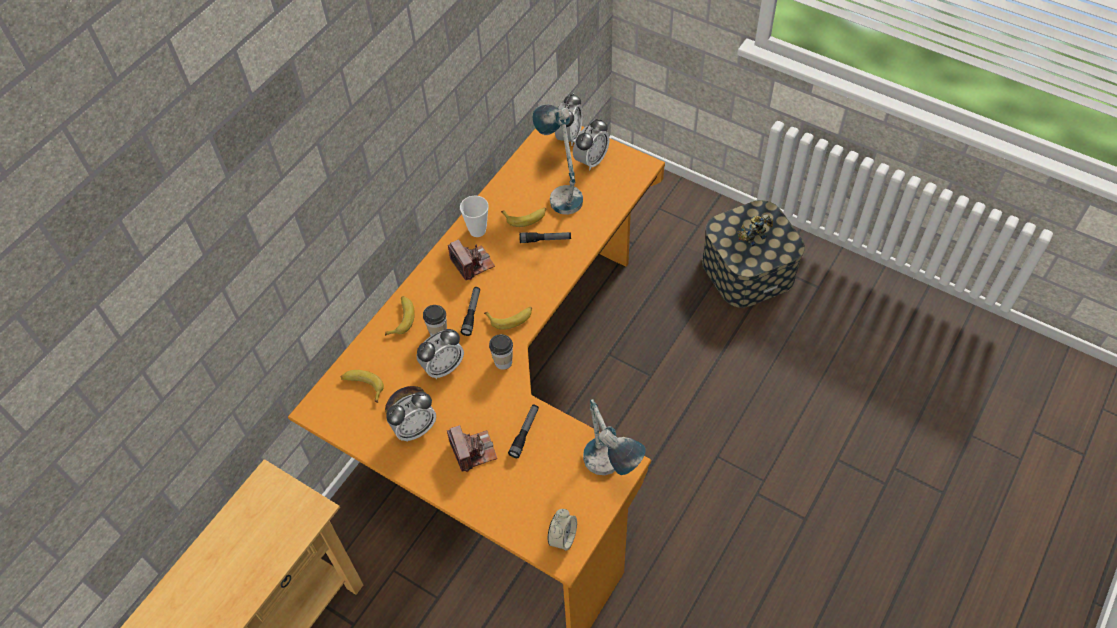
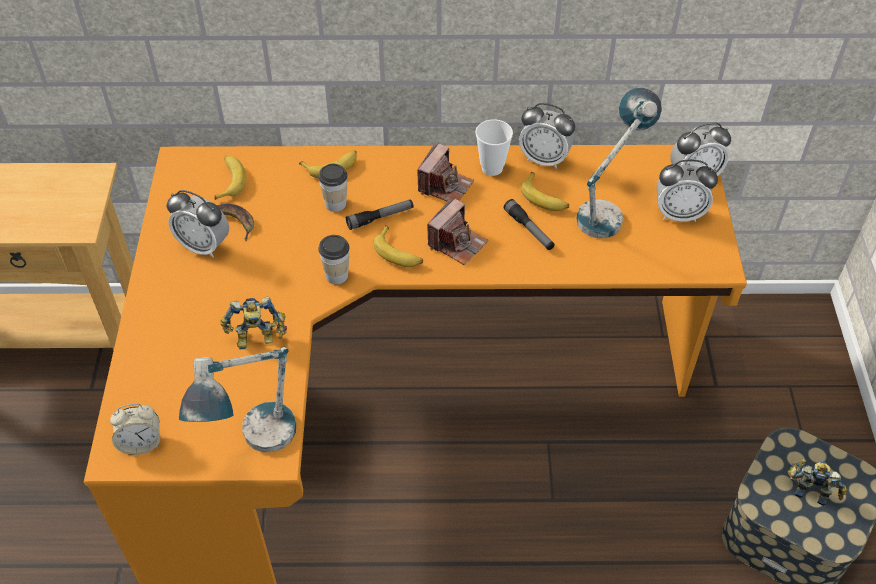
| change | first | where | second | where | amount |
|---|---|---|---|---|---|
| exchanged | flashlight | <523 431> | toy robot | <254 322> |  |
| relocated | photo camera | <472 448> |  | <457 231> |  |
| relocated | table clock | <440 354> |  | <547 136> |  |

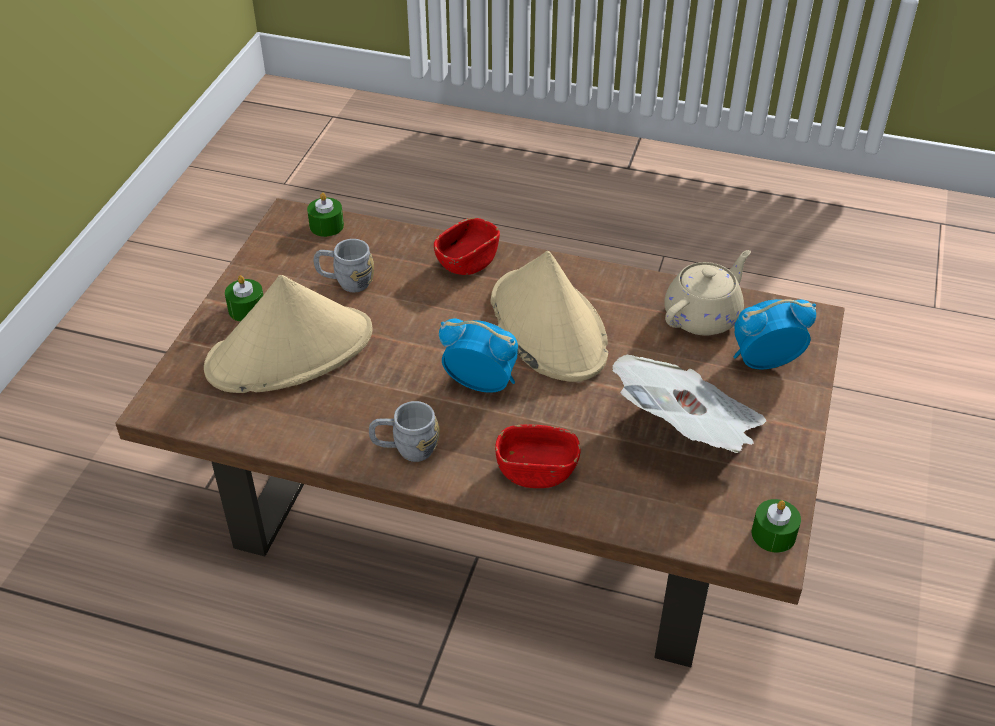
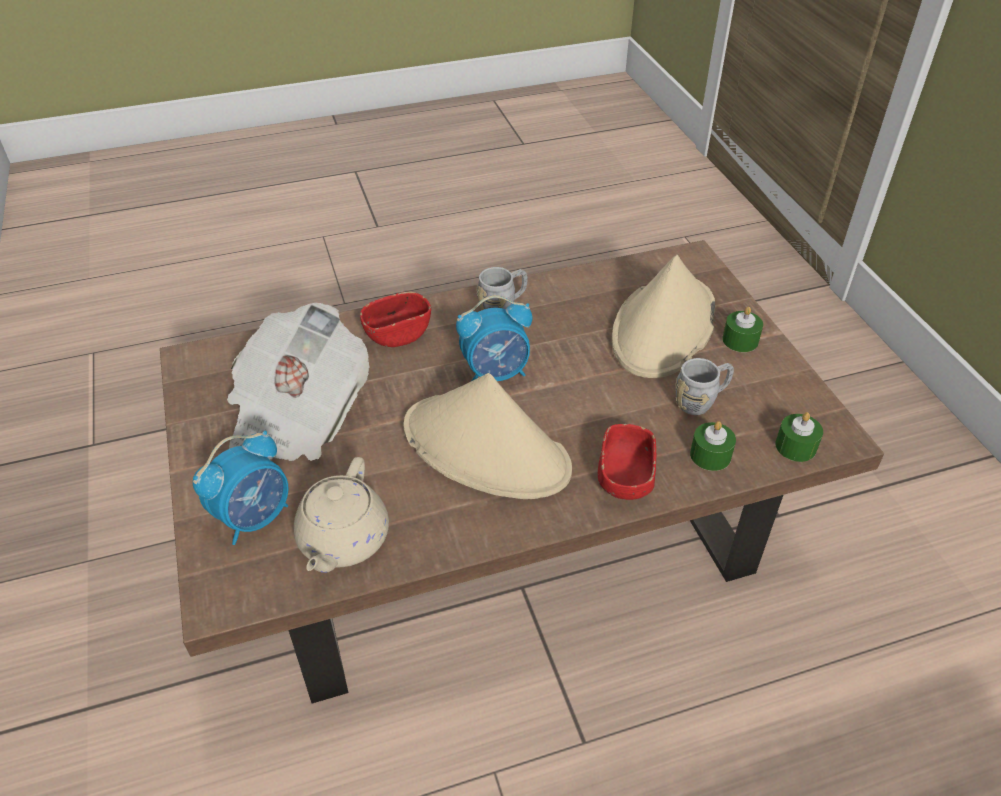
| change | first | where | second | where | amount |
|---|---|---|---|---|---|
| relocated | green wax light | <776 526> |  | <713 446> |  |

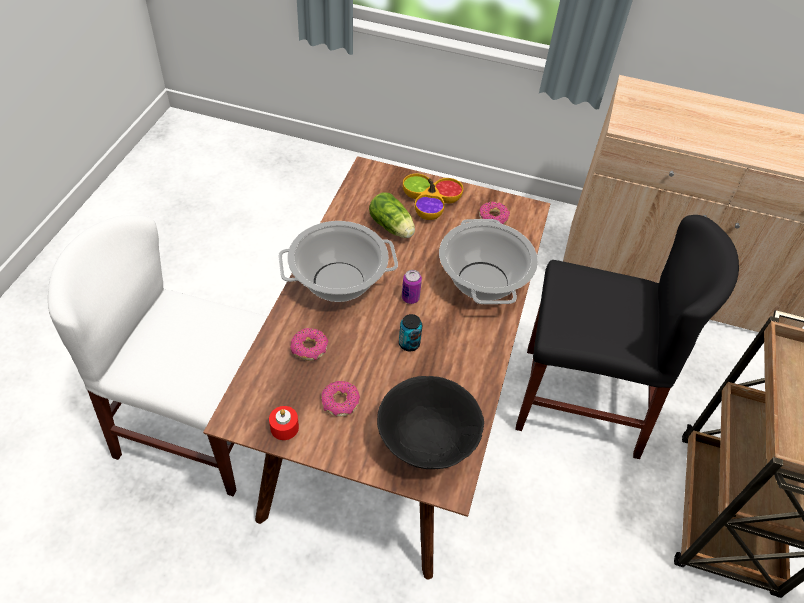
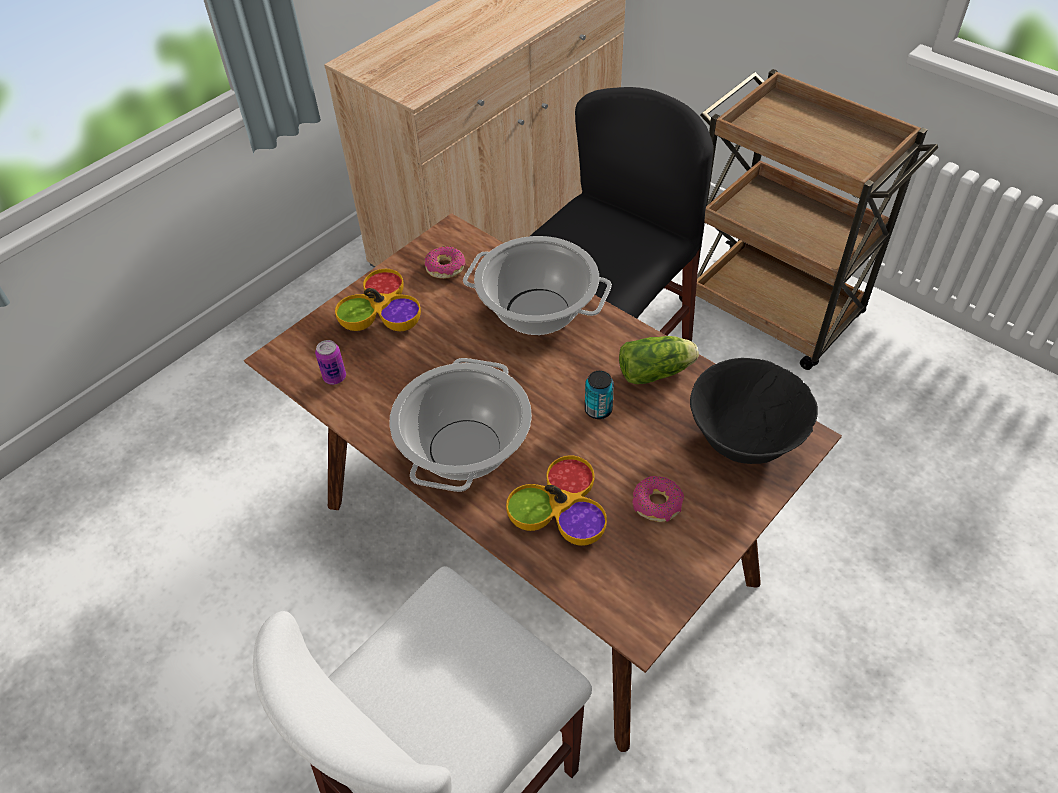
| change | first | where | second | where | amount |
|---|---|---|---|---|---|
| relocated | sealed can | <412 287> |  | <330 362> |  |
| exchanged | doughnut | <309 344> | deep dish | <556 501> |  |
| relocated | lettuce | <392 215> |  | <659 360> |  |
| missing | red wax light | <284 423> |  |  |  |

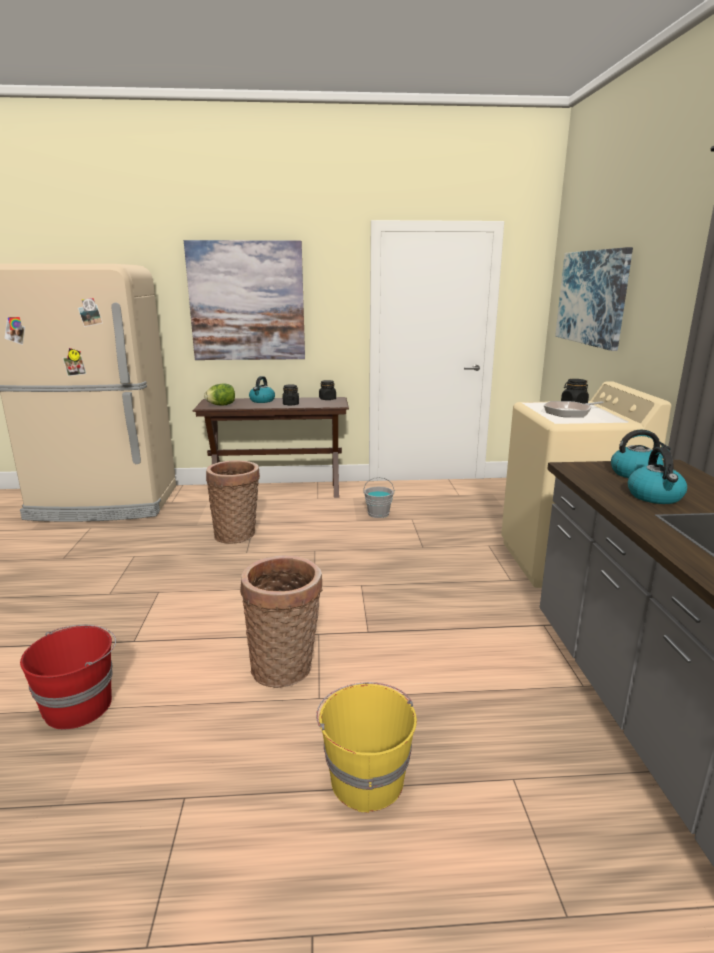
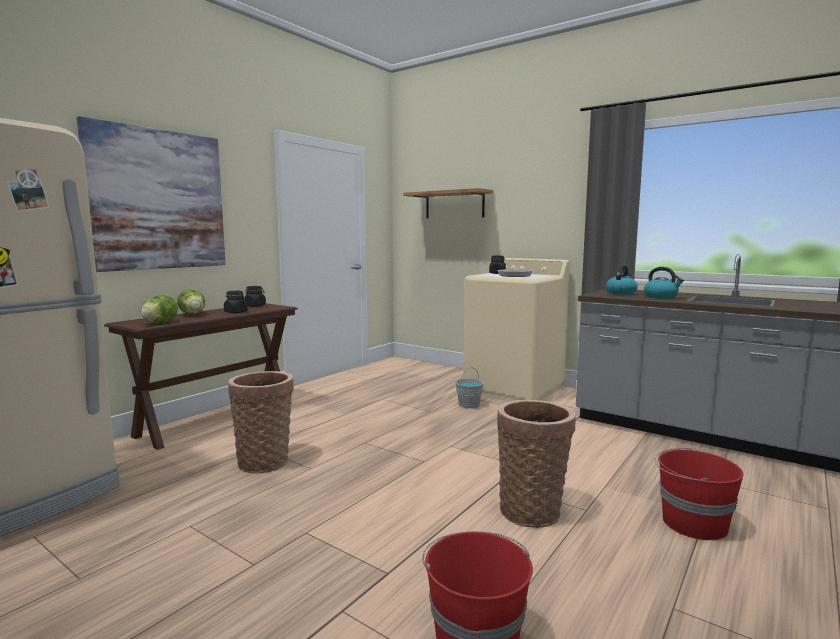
| change | first | where | second | where | amount |
|---|---|---|---|---|---|
| exchanged | kettle | <262 389> | lettuce | <191 302> |  |
| exchanged | picture | <594 299> | bracket shelf | <448 203> |  |
| relocated | gray water bucket | <379 497> |  | <469 387> |  |
| colour | yellow water bucket | <366 747> | red water bucket | <699 494> |  |

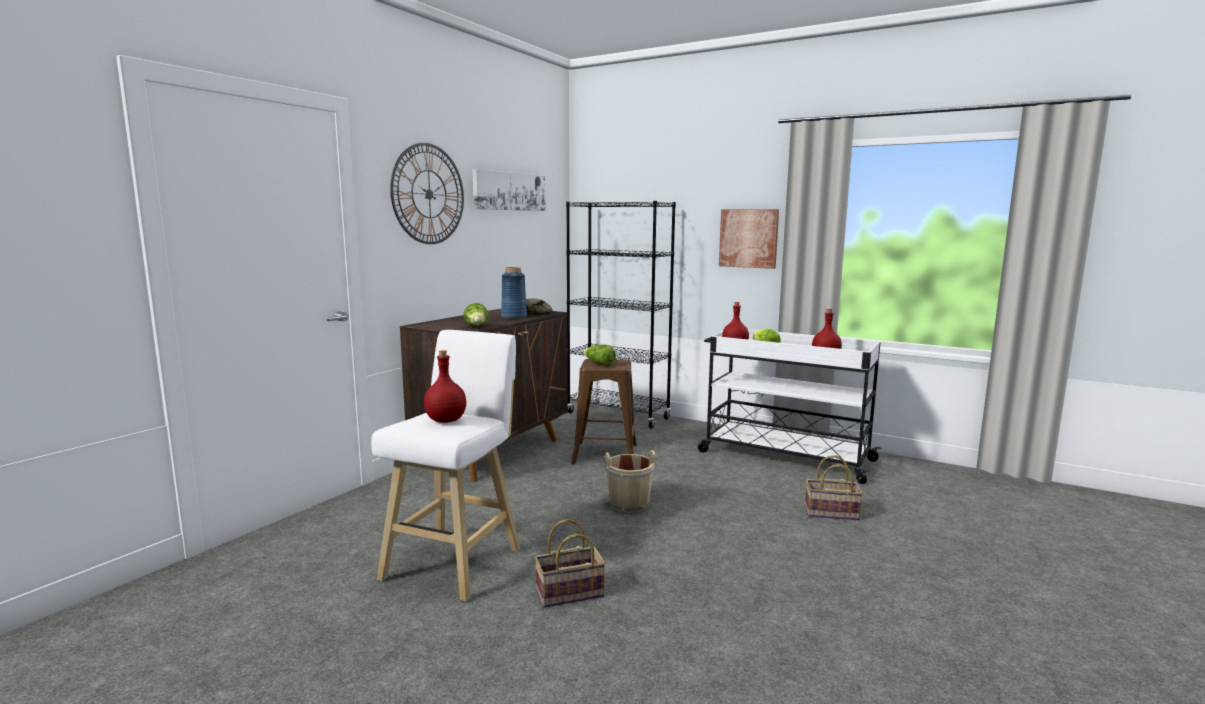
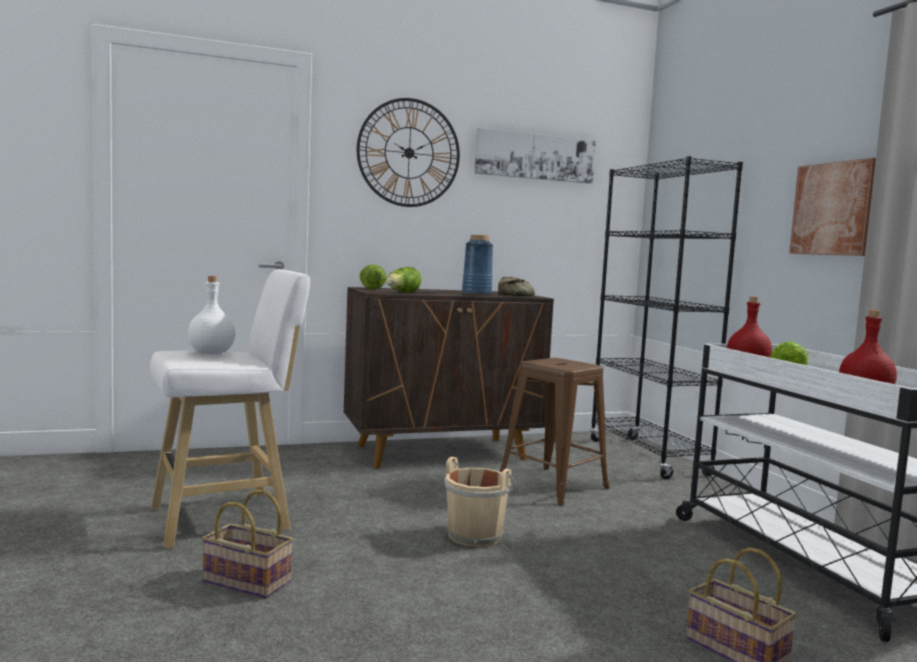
| change | first | where | second | where | amount |
|---|---|---|---|---|---|
| colour | red beverage bottle | <445 386> | whitish beverage bottle | <211 315> |  |
| relocated | lettuce | <599 355> |  | <372 277> |  |

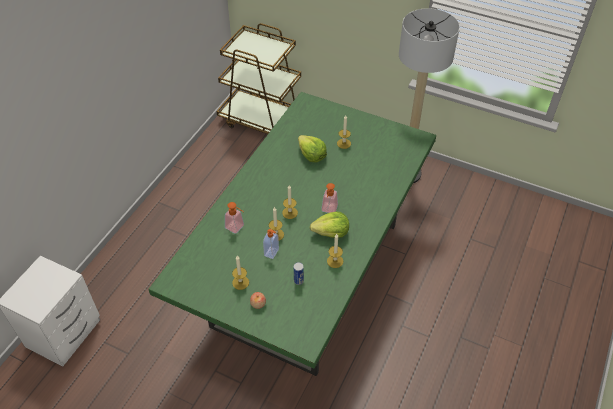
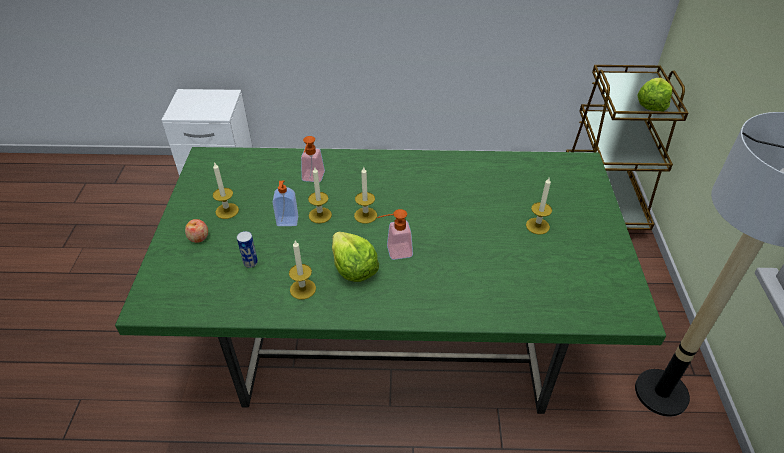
| change | first | where | second | where | amount |
|---|---|---|---|---|---|
| relocated | lettuce | <312 148> |  | <654 95> |  |

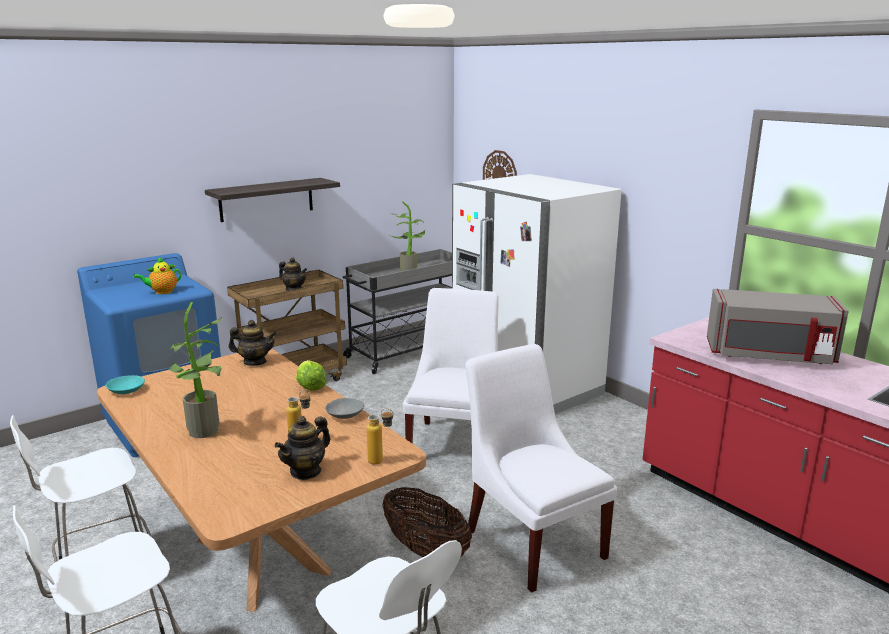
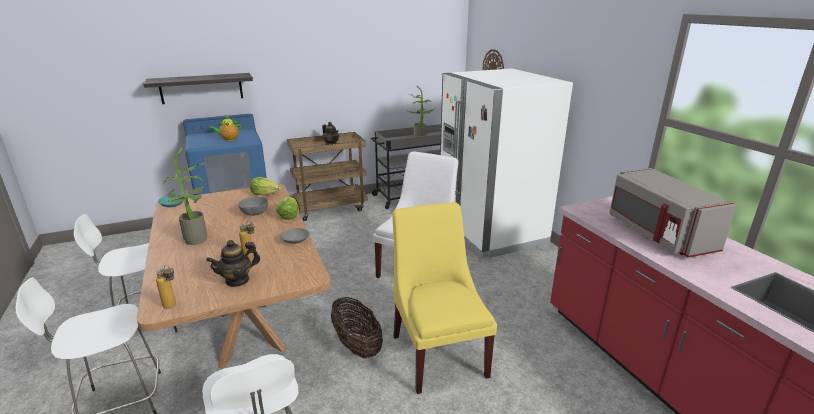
| change | first | where | second | where | amount |
|---|---|---|---|---|---|
| relocated | bracket shelf | <272 200> |  | <198 88> |  |
| relocated | beverage bottle | <380 436> |  | <165 287> |  |
| appeared |  |  | gray deep dish | <253 206> |  |
| exchanged | teapot | <252 343> | lettuce | <265 186> |  |
| colour | whitish upright chair | <541 468> | yellow upright chair | <444 298> |  |
| spun | gray microwave oven | <778 326> |  | <673 213> | 45 degrees clockwise |

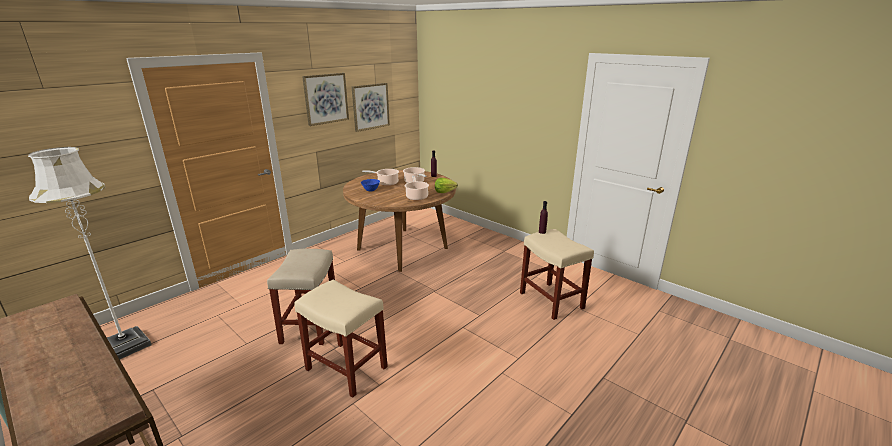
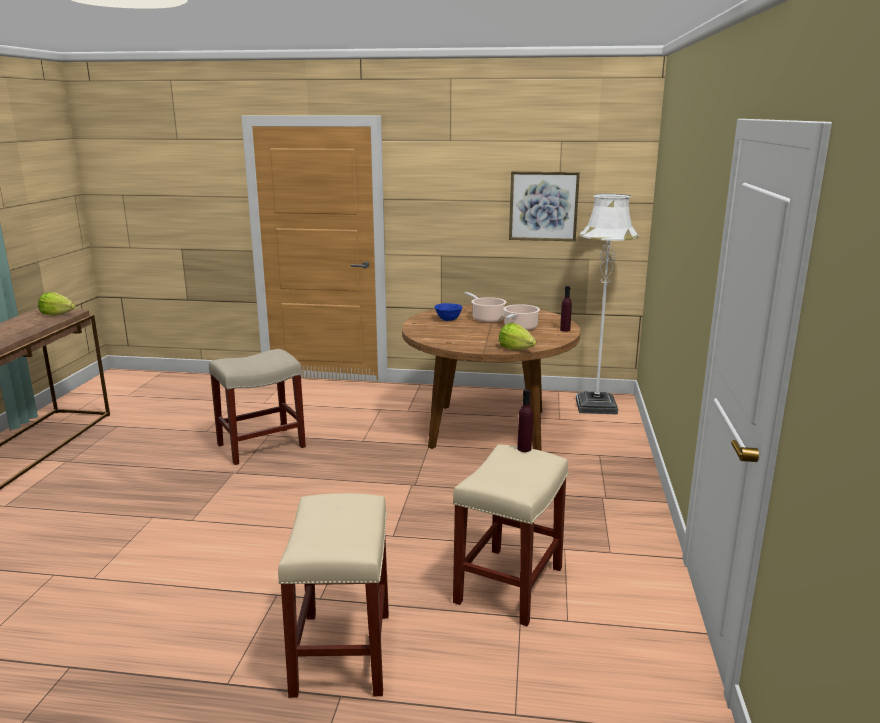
| change | first | where | second | where | amount |
|---|---|---|---|---|---|
| appeared |  |  | lettuce | <56 304> |  |
| relocated | beige sitting stool | <341 339> |  | <333 595> |  |
| relocated | whitish floor lamp | <90 253> |  | <607 304> |  |
| missing | picture | <325 99> |  |  |  |
| missing | saucepot | <417 188> |  |  |  |

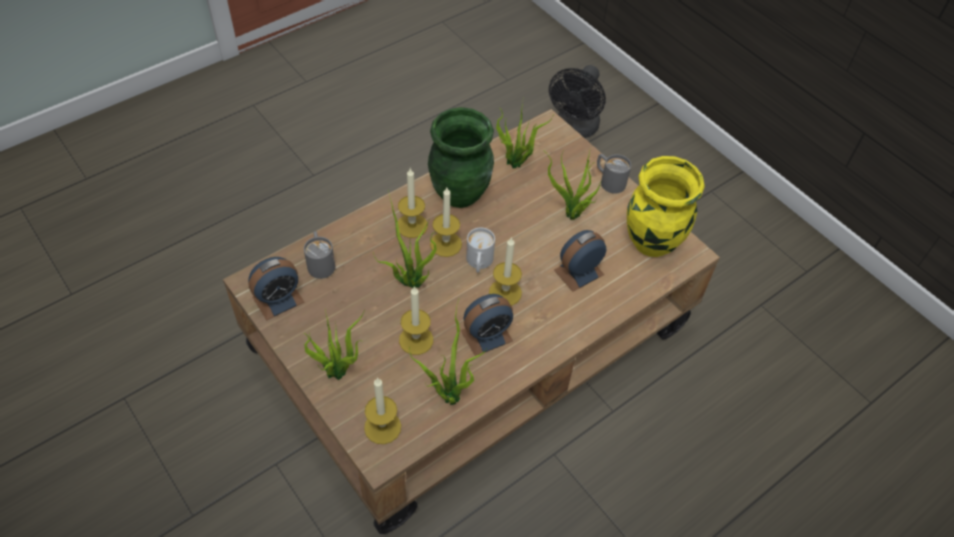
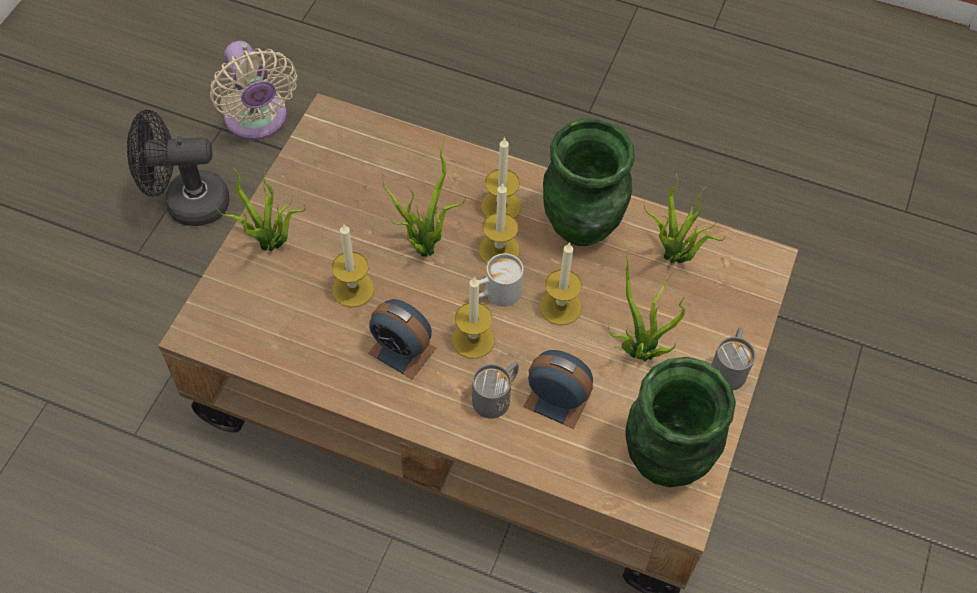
| change | first | where | second | where | amount |
|---|---|---|---|---|---|
| relocated | blackish cooling fan | <577 101> |  | <178 168> |  |
| appeared |  |  | beige cooling fan | <253 90> |  |
| relocated | gray mug | <319 255> |  | <495 390> |  |
| relocated | wax light | <382 410> |  | <560 283> |  |
| colour | yellow decorative vase | <666 206> | green decorative vase | <680 422> |  |
| missing | table clock | <276 289> |  |  |  |
| missing | houseplant | <448 352> |  |  |  |

